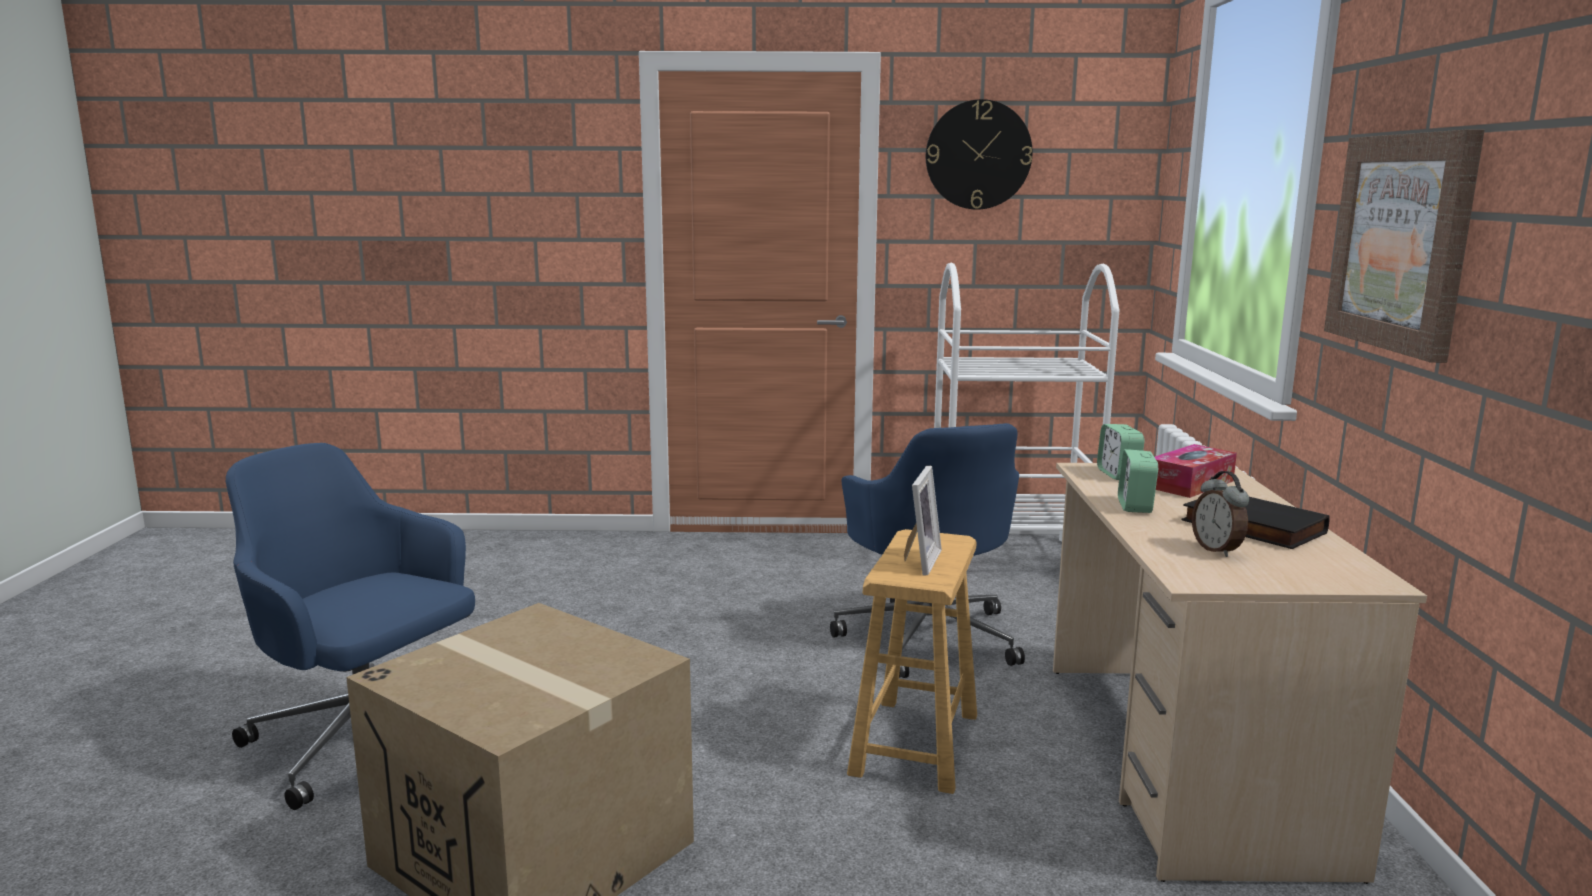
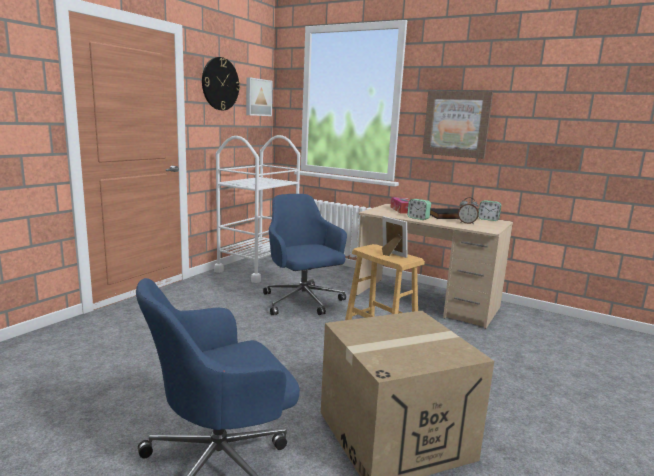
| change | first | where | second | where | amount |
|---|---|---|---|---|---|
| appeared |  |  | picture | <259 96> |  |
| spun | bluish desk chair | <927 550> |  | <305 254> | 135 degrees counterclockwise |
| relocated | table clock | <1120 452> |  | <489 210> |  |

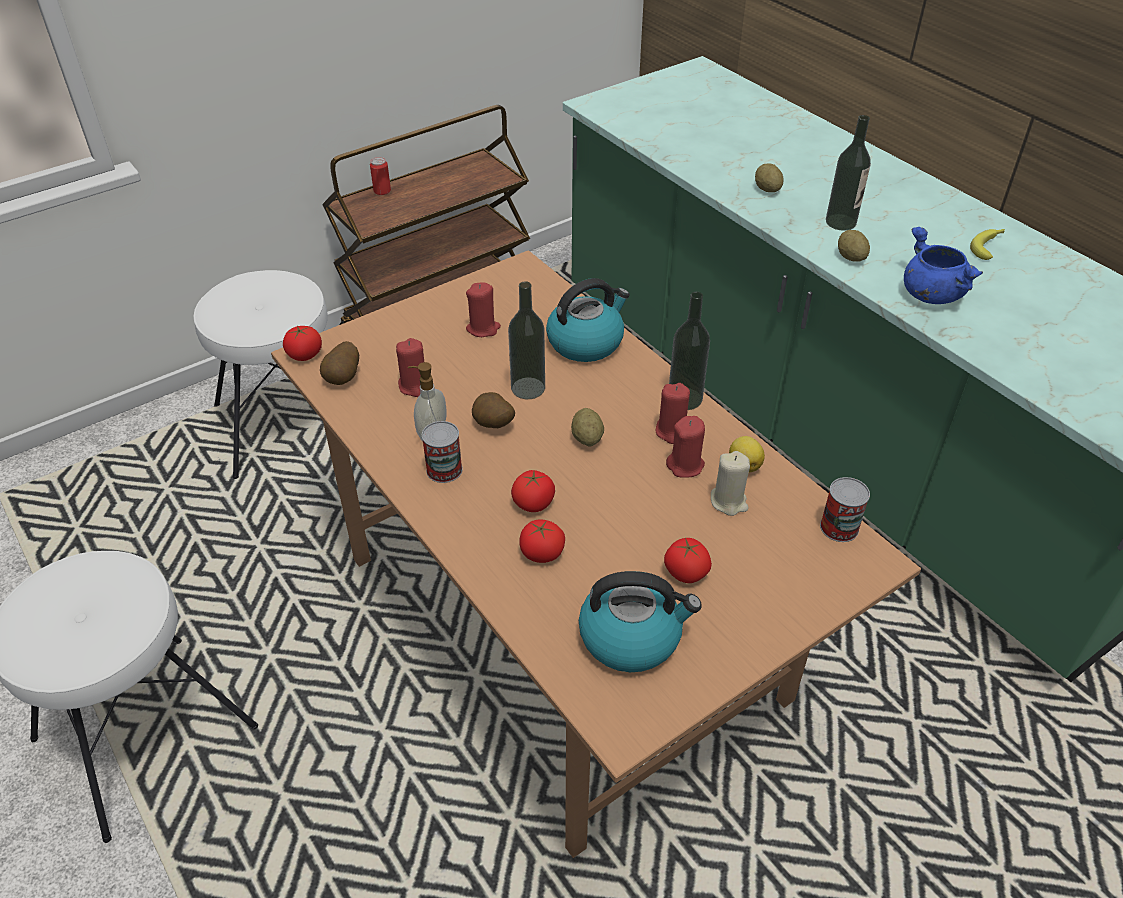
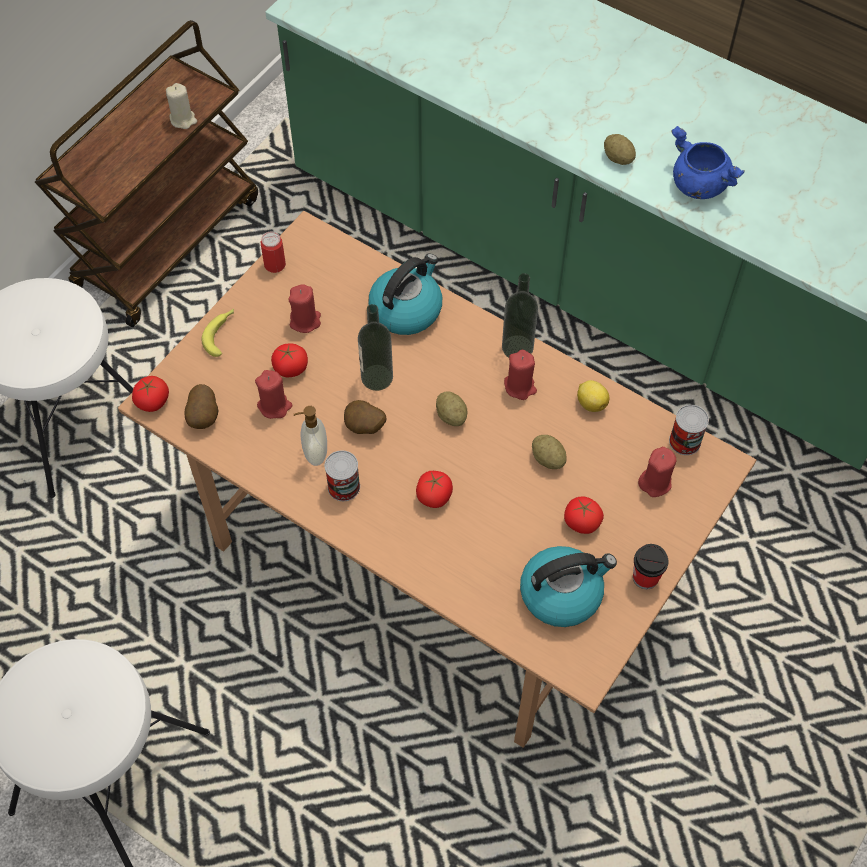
| change | first | where | second | where | amount |
|---|---|---|---|---|---|
| relocated | beige wax light | <730 483> |  | <181 106> |  |
| relocated | banana | <987 244> |  | <217 333> |  |
| relocated | sealed can | <380 176> |  | <273 252> |  |
| relocated | whole tomato | <542 541> |  | <289 360> |  |
| relocated | whole potato | <769 178> |  | <549 452> |  |
| appeared |  |  | small cup | <650 567> |  |
| relocated | red wax light | <685 447> |  | <657 472> |  |
| missing | beverage bottle | <848 173> |  |  |  |

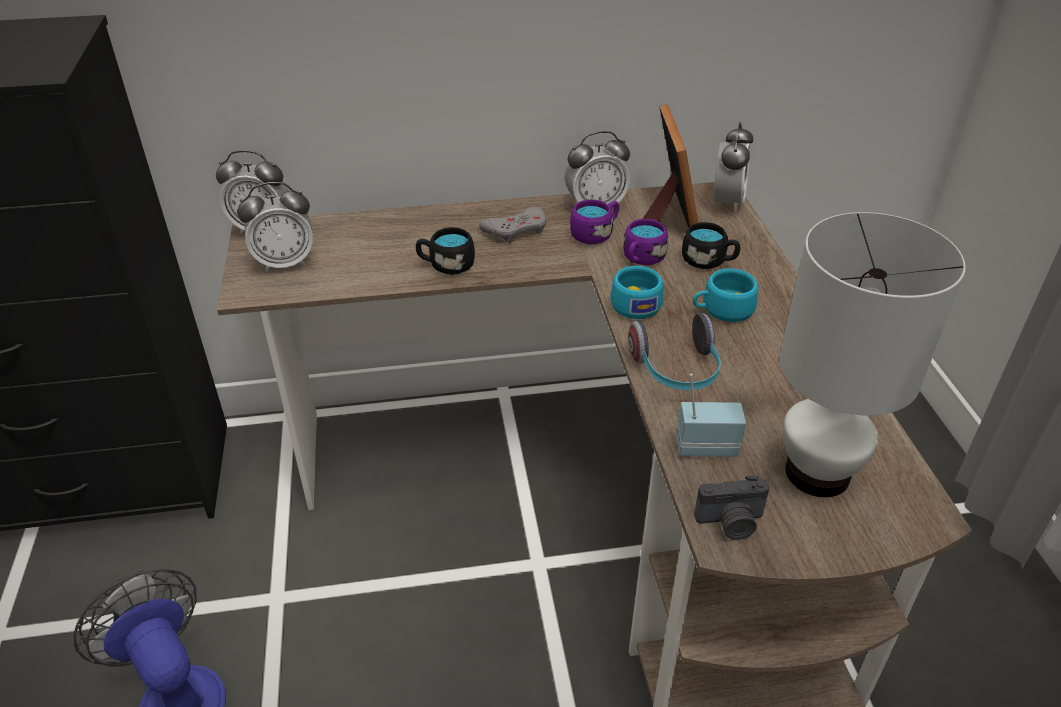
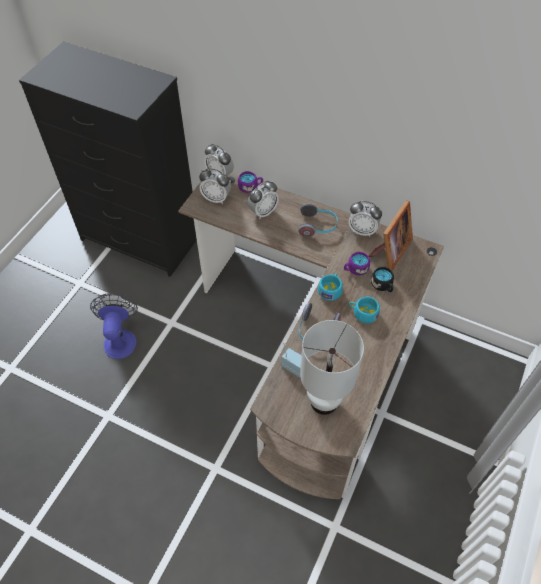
| change | first | where | second | where | amount |
|---|---|---|---|---|---|
| relocated | purplish mug | <594 221> |  | <250 182> |  |
| relocated | table clock | <733 167> |  | <263 200> |  |
| exchanged | gray game controller | <513 225> | headphones | <318 220> |  |
| missing | blackish mug | <445 251> |  |  |  |
| missing | photo camera | <732 508> |  |  |  |

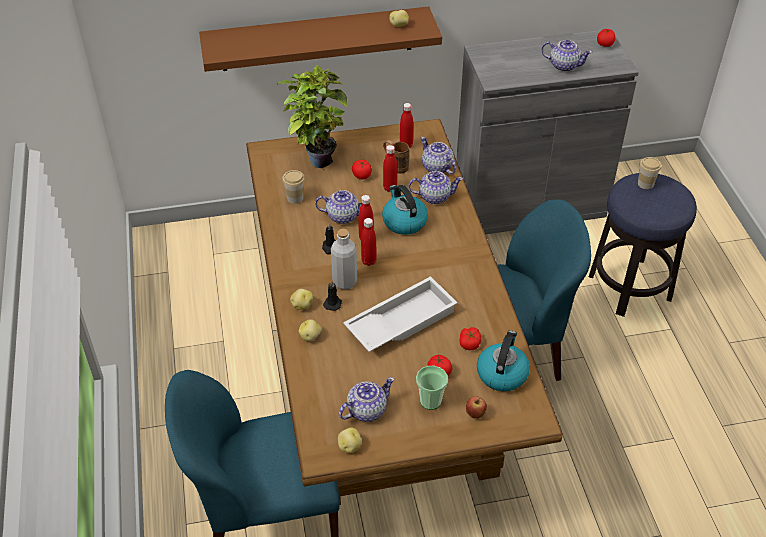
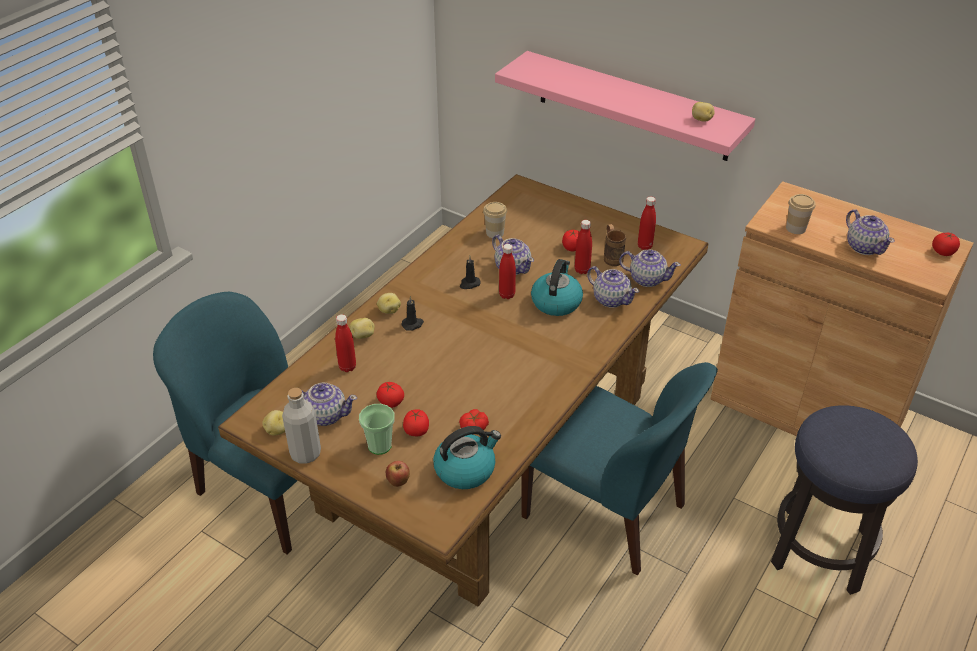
| change | first | where | second | where | amount |
|---|---|---|---|---|---|
| relocated | gray beverage bottle | <344 259> |  | <301 426> |  |
| relocated | red beverage bottle | <369 242> |  | <345 343> |  |
| appeared |  |  | whole tomato | <390 395> |  |
| colour | brown-coloured bracket shelf | <320 39> | pinkish bracket shelf | <625 106> |  |
| spun | teapot | <439 155> |  | <650 268> | 105 degrees clockwise |
| colour | gray storage cabinet | <547 132> | brown-coloured storage cabinet | <842 308> |  |
| relocated | small cup | <649 173> |  | <800 214> |  |
| missing | houseplant | <311 116> |  |  |  |
| missing | whitish tray | <400 314> |  |  |  |

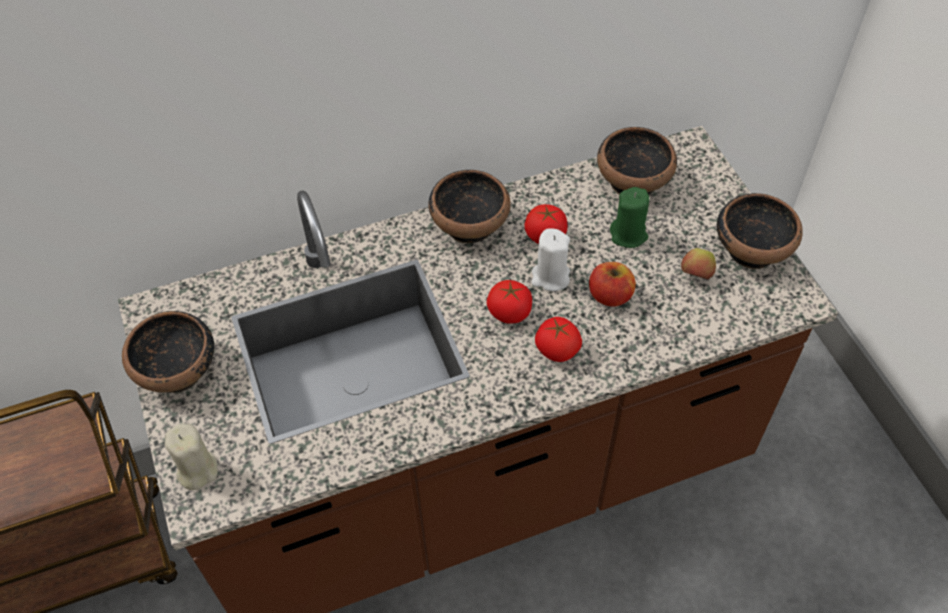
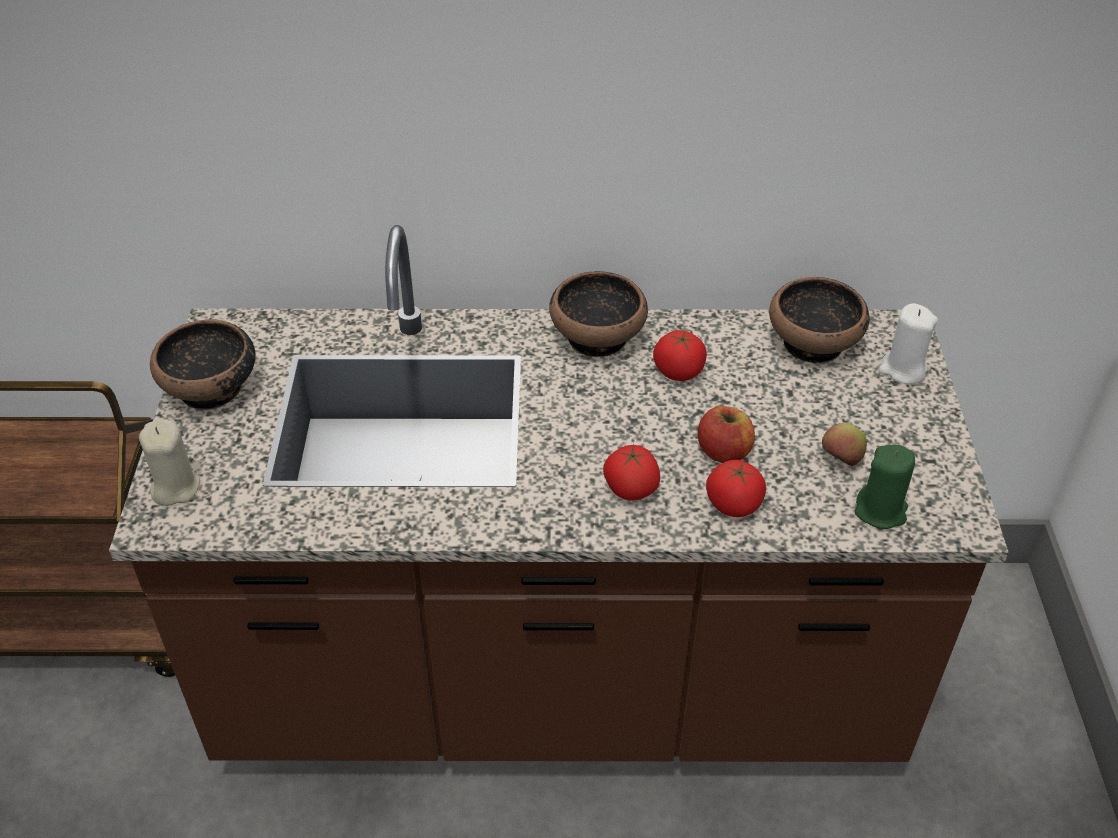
| change | first | where | second | where | amount |
|---|---|---|---|---|---|
| relocated | whole tomato | <509 302> |  | <736 488> |  |
| relocated | green wax light | <629 217> |  | <885 487> |  |
| relocated | whitish wax light | <551 259> |  | <908 343> |  |
| missing | deep dish | <760 231> |  |  |  |

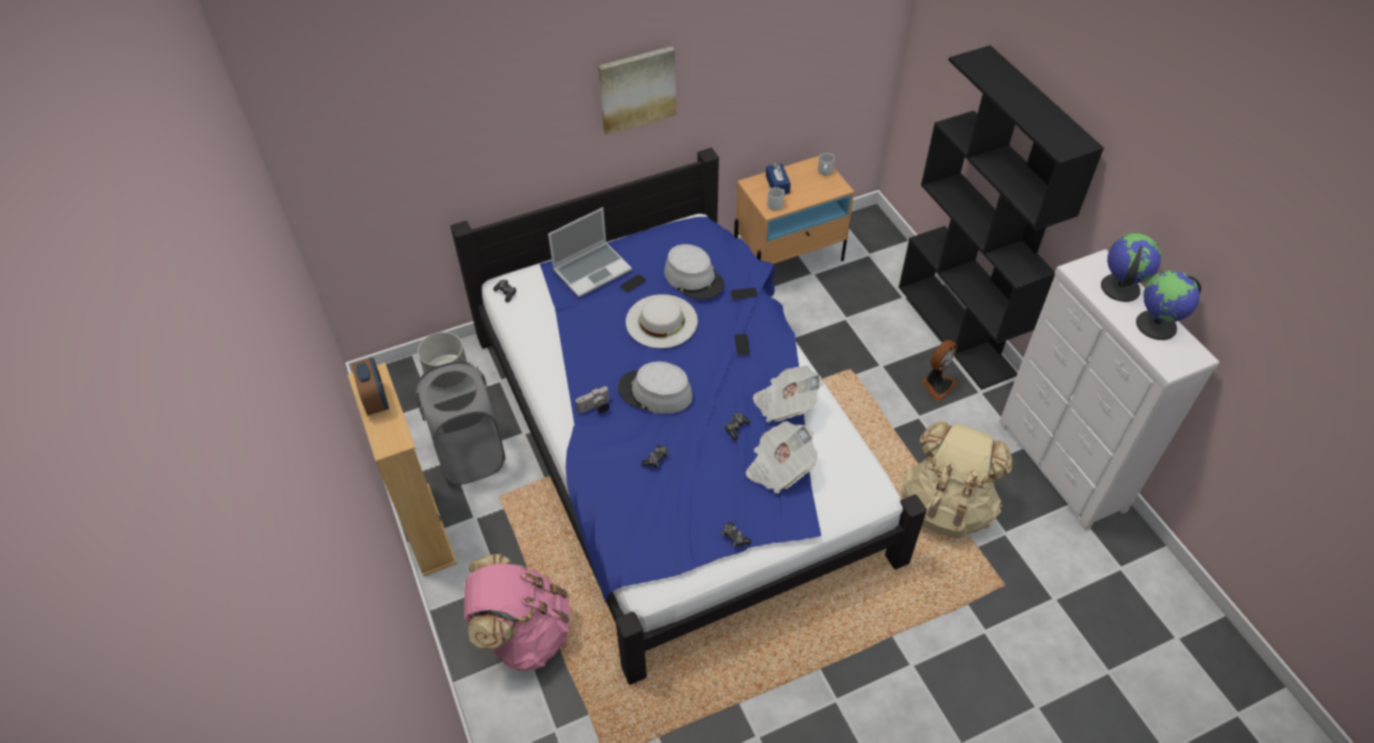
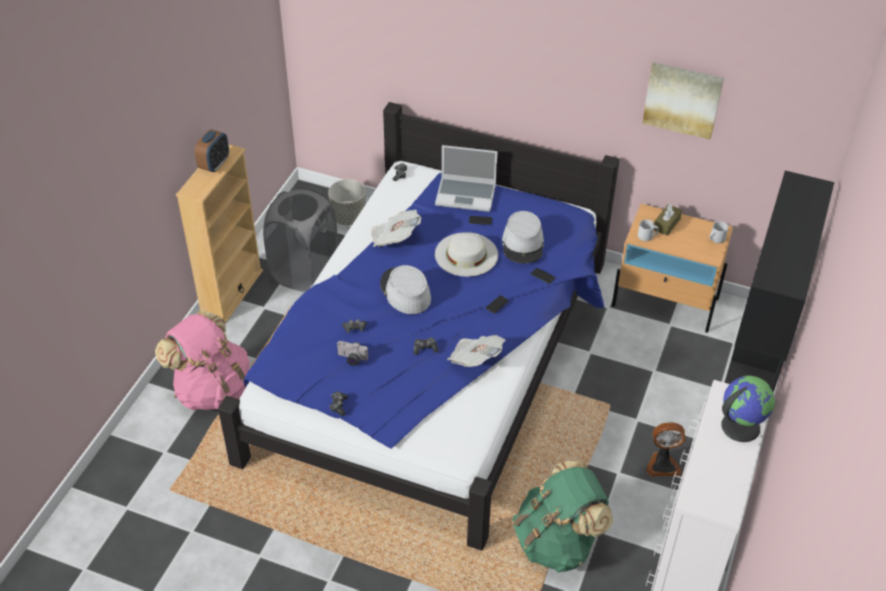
| change | first | where | second | where | amount |
|---|---|---|---|---|---|
| relocated | photo camera | <592 400> |  | <352 353> |  |
| relocated | newspaper | <781 457> |  | <396 228> |  |
| colour | beige knapsack | <957 480> | green knapsack | <562 517> |  |
| relocated | picture | <637 90> |  | <683 100> |  |
| colour | bluish tissue box | <778 178> | brown-coloured tissue box | <668 220> |  |
| missing | desk globe | <1168 305> |  |  |  |

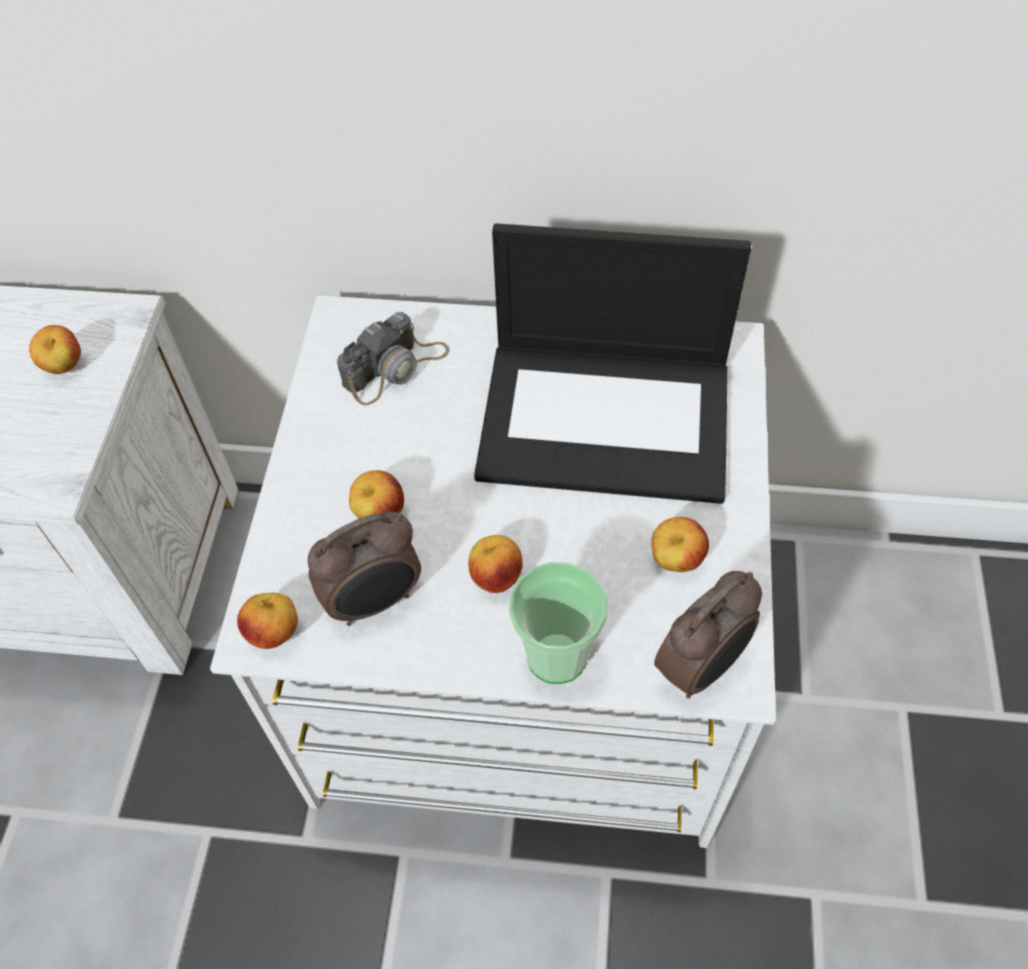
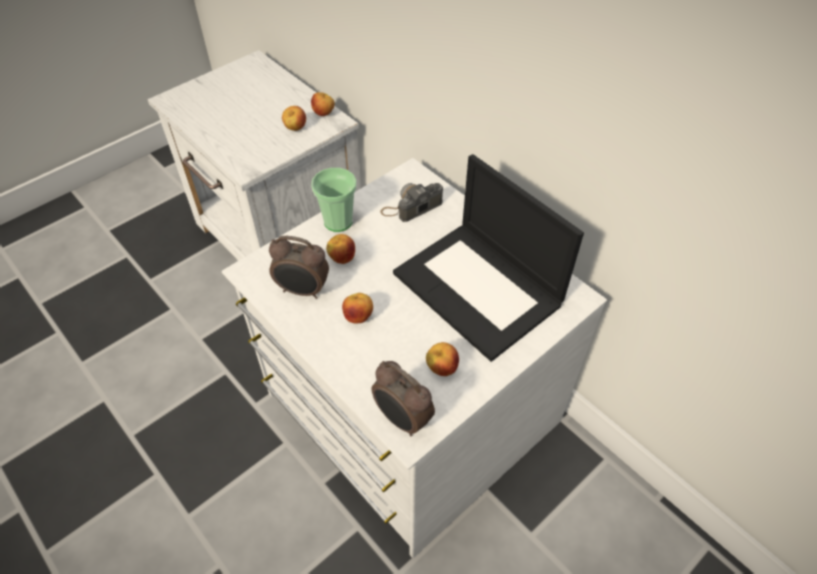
| change | first | where | second | where | amount |
|---|---|---|---|---|---|
| relocated | whole apple | <267 621> |  | <323 104> |  |
| relocated | small cup | <558 623> |  | <334 200> |  |
| spun | table clock | <708 634> |  | <403 398> | 45 degrees clockwise |
| spun | photo camera | <393 358> |  | <411 202> | 150 degrees clockwise |

